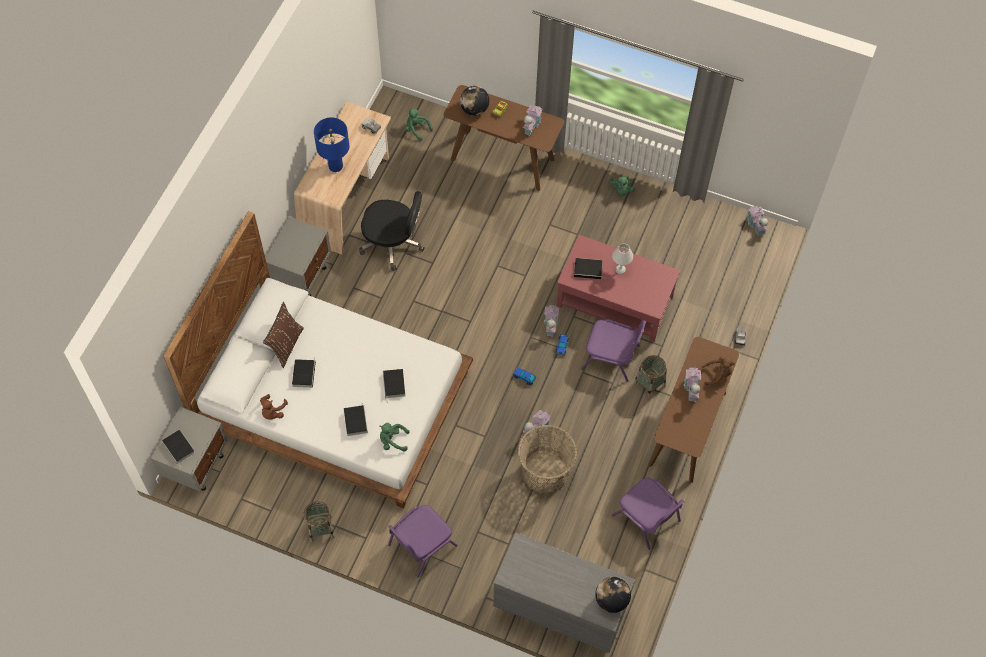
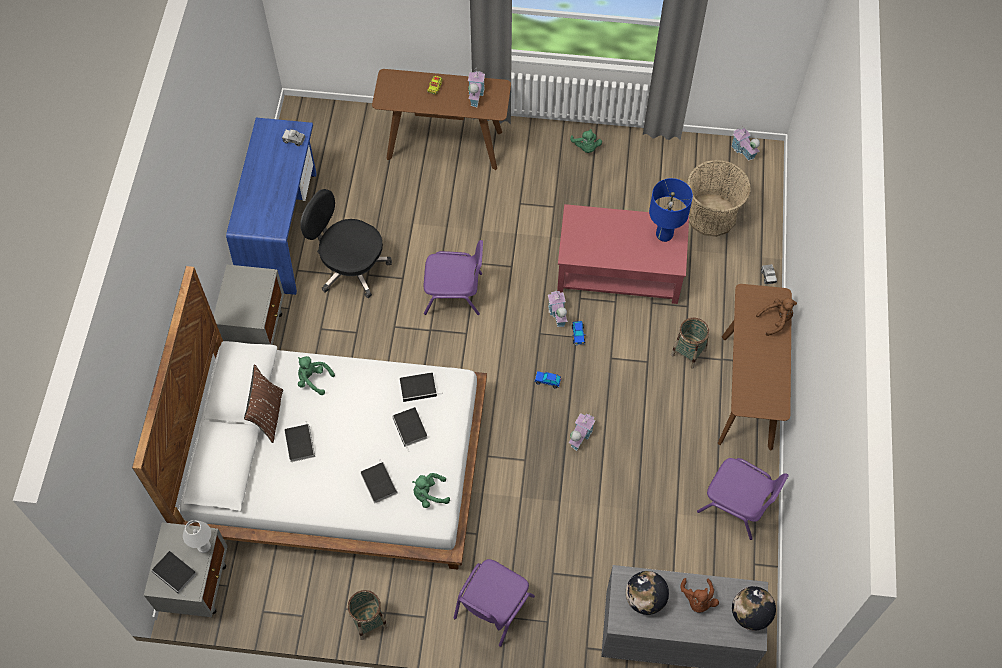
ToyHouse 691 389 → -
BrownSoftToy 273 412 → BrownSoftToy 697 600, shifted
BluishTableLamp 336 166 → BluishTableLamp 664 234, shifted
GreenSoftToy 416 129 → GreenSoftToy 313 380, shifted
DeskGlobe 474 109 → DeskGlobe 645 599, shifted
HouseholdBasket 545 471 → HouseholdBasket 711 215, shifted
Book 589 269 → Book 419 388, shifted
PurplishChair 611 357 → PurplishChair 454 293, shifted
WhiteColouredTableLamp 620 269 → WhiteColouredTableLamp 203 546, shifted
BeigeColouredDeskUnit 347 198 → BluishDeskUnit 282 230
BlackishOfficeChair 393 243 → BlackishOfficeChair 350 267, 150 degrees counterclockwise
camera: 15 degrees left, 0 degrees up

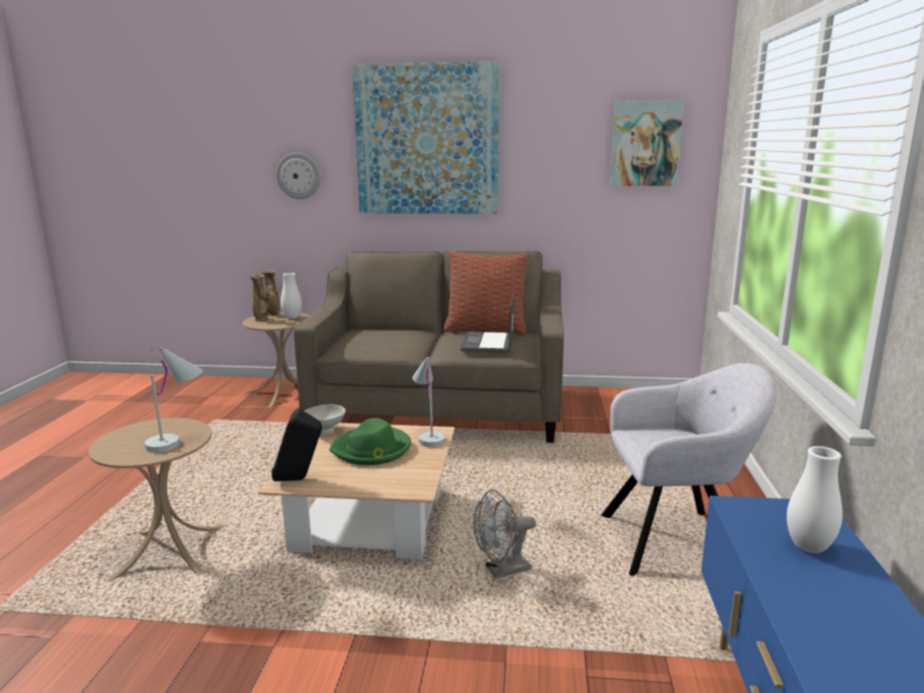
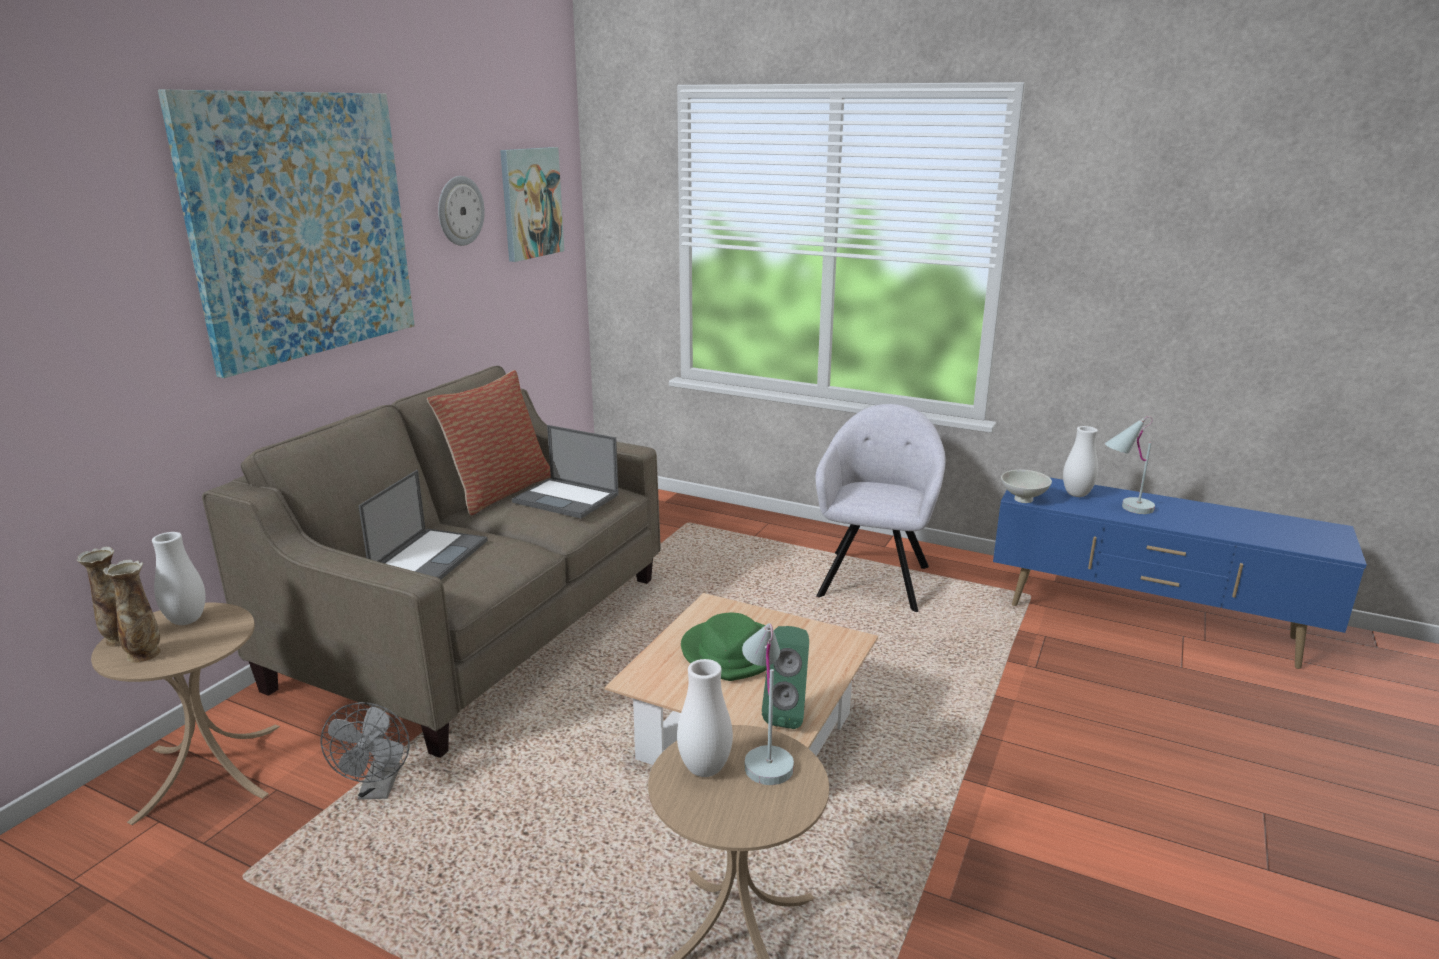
- → Laptop 430 555
- → WhiteColouredVase 704 769
WallClock 299 176 → WallClock 459 211, shifted
WhiteColouredServingBowl 324 431 → WhiteColouredServingBowl 1024 500, shifted
WhiteColouredTableLamp 428 436 → WhiteColouredTableLamp 1123 507, shifted
GreyishElectricFan 501 571 → GreyishElectricFan 378 790, shifted
BlackishLoudspeaker 299 479 → GreenLoudspeaker 787 714
camera: 70 degrees left, 5 degrees up

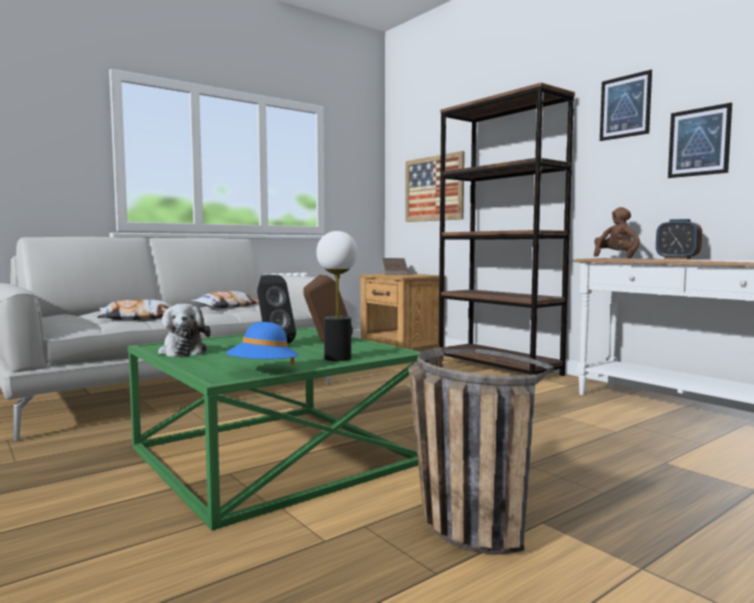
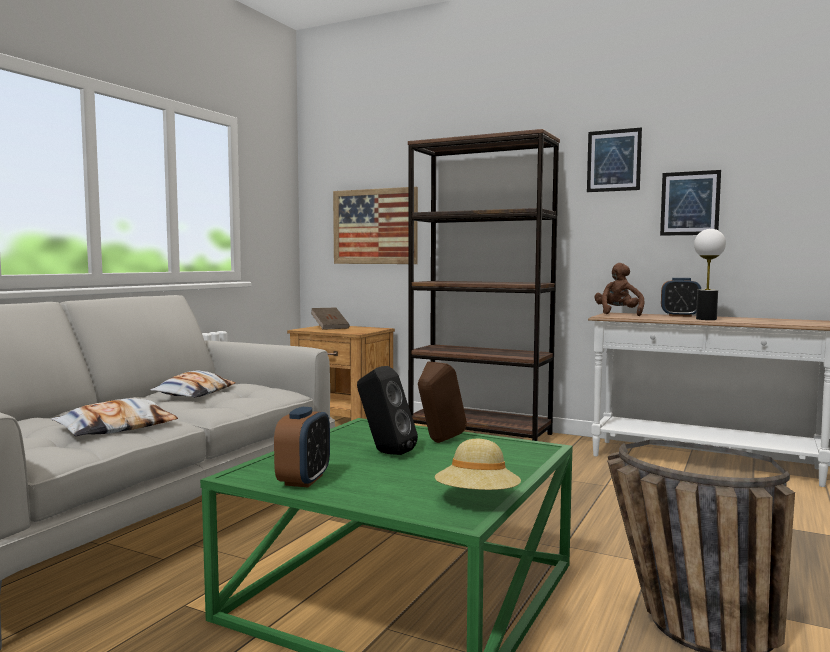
TableLamp 338 358 → TableLamp 706 319, shifted
SoftToy 183 351 → TableClock 304 480
BluishClothingHat 263 371 → BeigeColouredClothingHat 477 499
camera: 25 degrees left, 0 degrees up

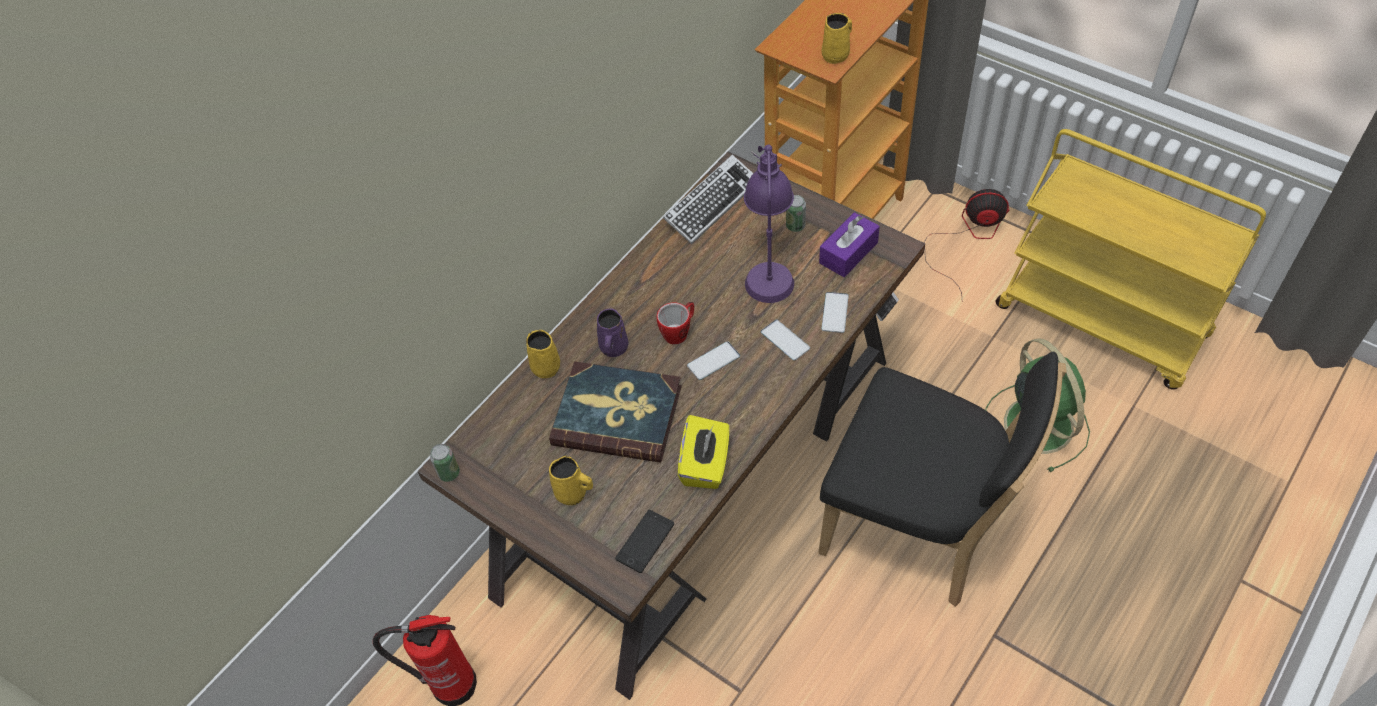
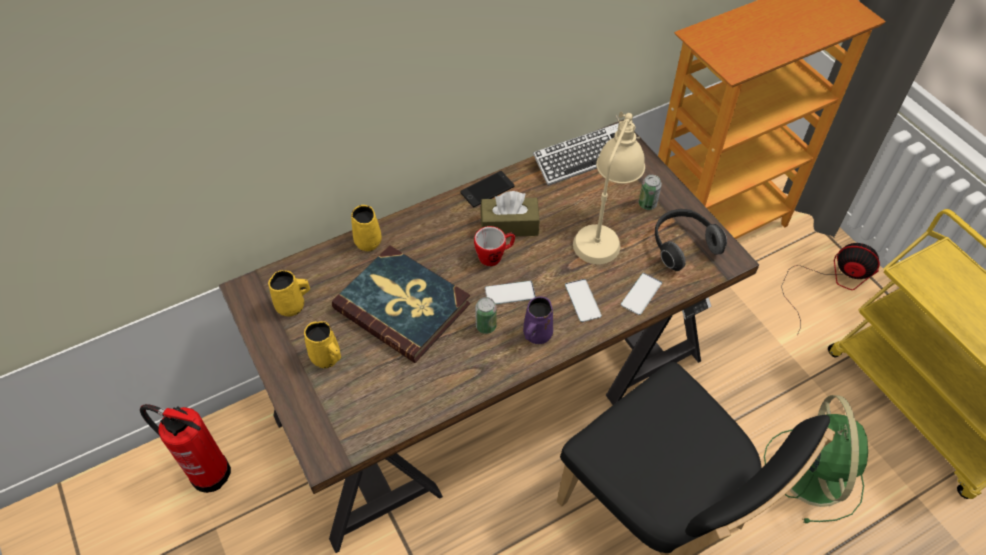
YellowBoxOfTissues 705 465 → -
- → BrownBoxOfTissues 509 225
Can 449 473 → Can 486 326, shifted
PurplishMug 613 348 → PurplishMug 536 335, shifted
Handset 645 541 → Handset 487 189, shifted
YellowMug 836 55 → YellowMug 292 306, shifted
PurplishBoxOfTissues 848 253 → PairOfHeadphones 682 246
PurplishTableLamp 768 266 → BeigeColouredTableLamp 603 230
camera: 20 degrees right, 0 degrees up

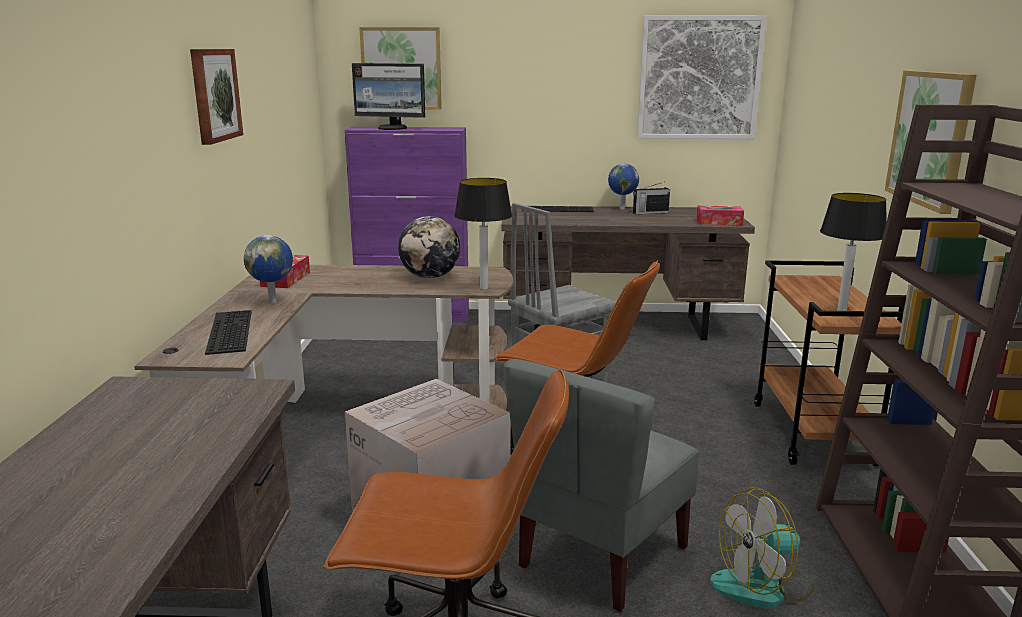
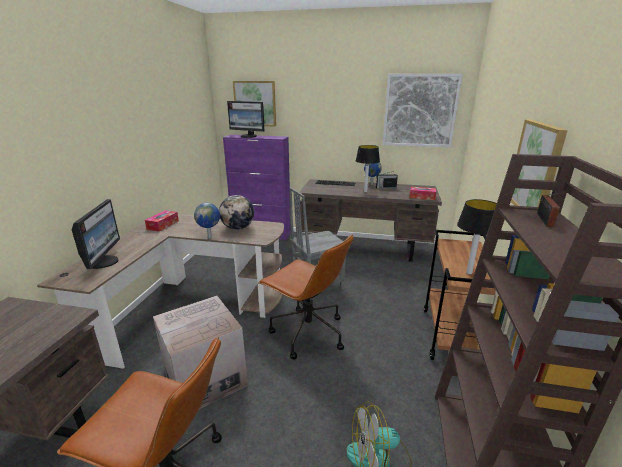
WallArt 214 95 → -
GreyishChair 600 556 → -
- → RadioSet 545 220
DeskGlobe 273 302 → DeskGlobe 210 237, shifted
TableLamp 483 288 → TableLamp 365 191, shifted
Keyboard 227 331 → ComputerScreen 104 262
camera: 10 degrees right, 5 degrees up

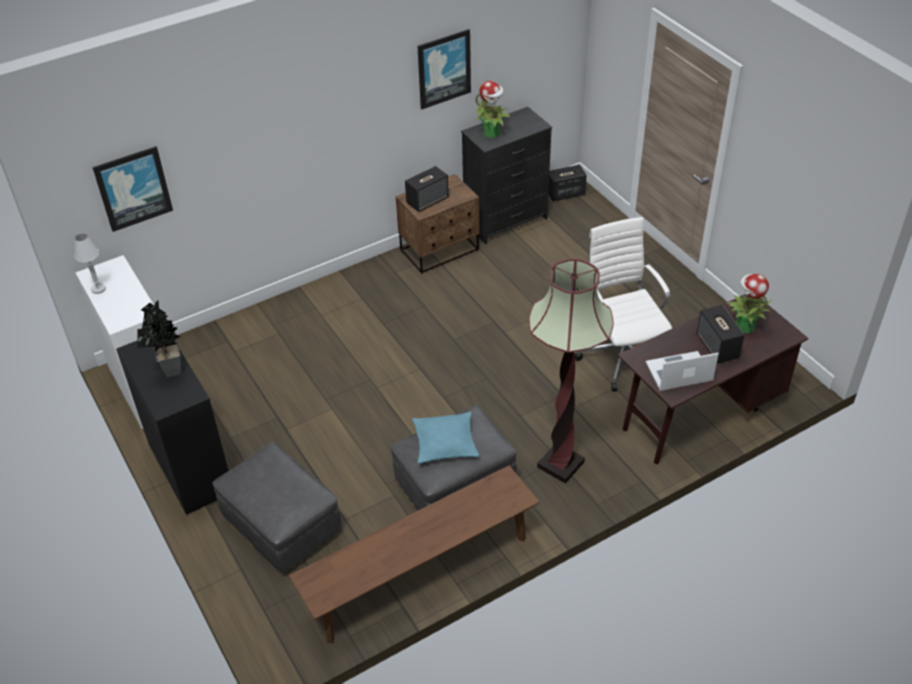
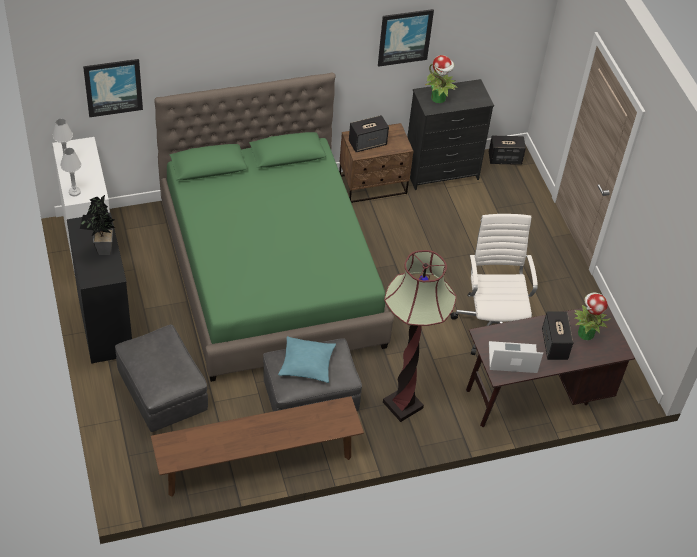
- → WhiteColouredTableLamp 74 192
- → GreenBedroomBed 271 273
camera: 10 degrees right, 5 degrees up

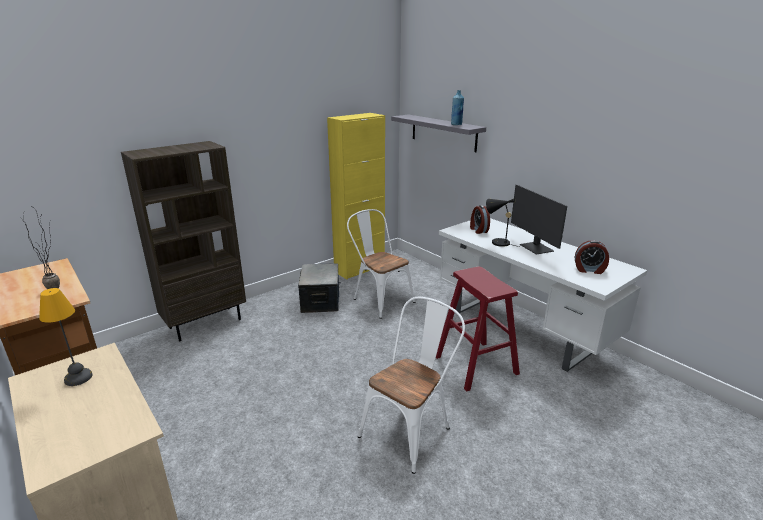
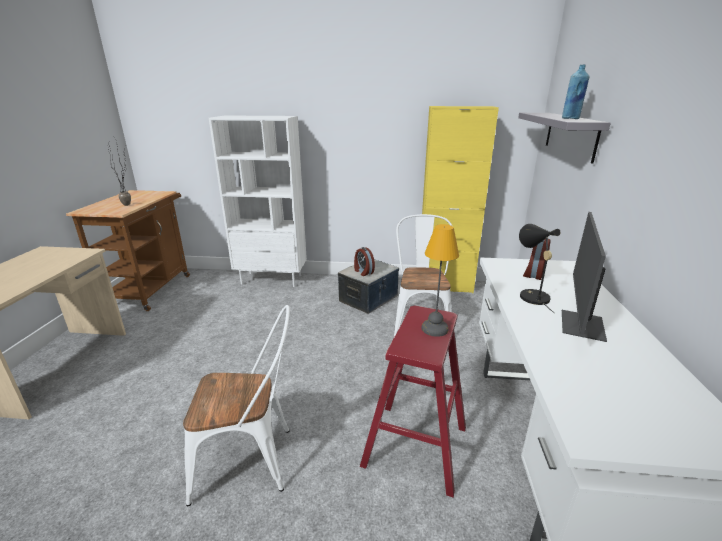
TableLamp 77 378 → TableLamp 433 329, shifted
TableClock 589 270 → TableClock 363 272, shifted
BrownBookcase 206 323 → WhiteColouredBookcase 272 279
camera: 45 degrees right, 0 degrees up

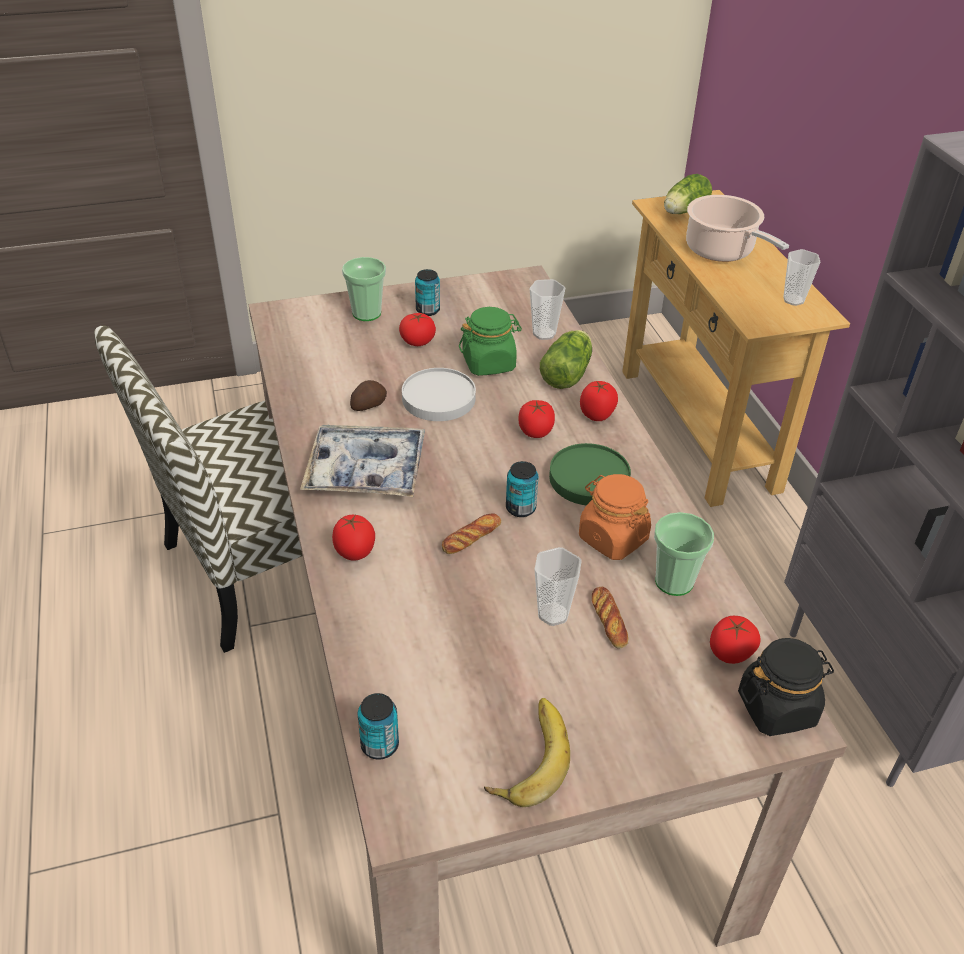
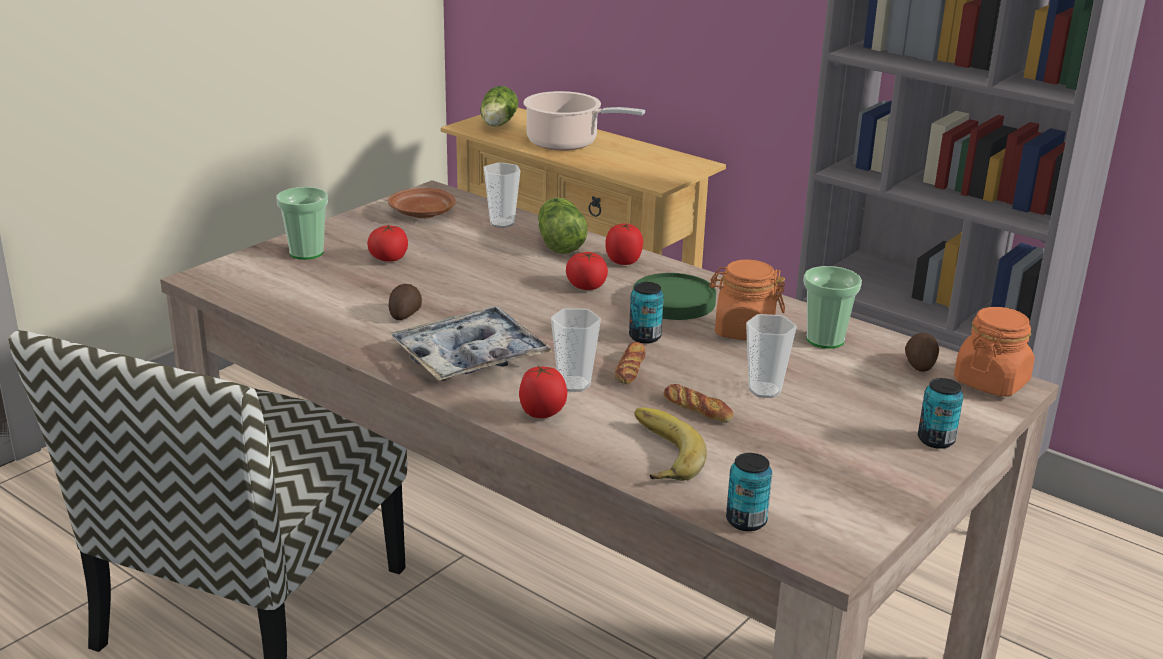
WhiteColouredDinnerPlate 439 398 → -
GreenJar 489 363 → -
- → BrownDinnerPlate 422 213
Can 427 310 → Can 936 440, shifted
WholeBanana 527 756 → WholeBanana 657 453, shifted
BakeryBread 609 620 → BakeryBread 697 409, shifted
SmallCup 793 300 → SmallCup 574 384, shifted
Tomato 730 652 → WholePotato 919 364
BlackishJar 777 708 → OrangeJar 991 382
camera: 35 degrees left, 15 degrees down

